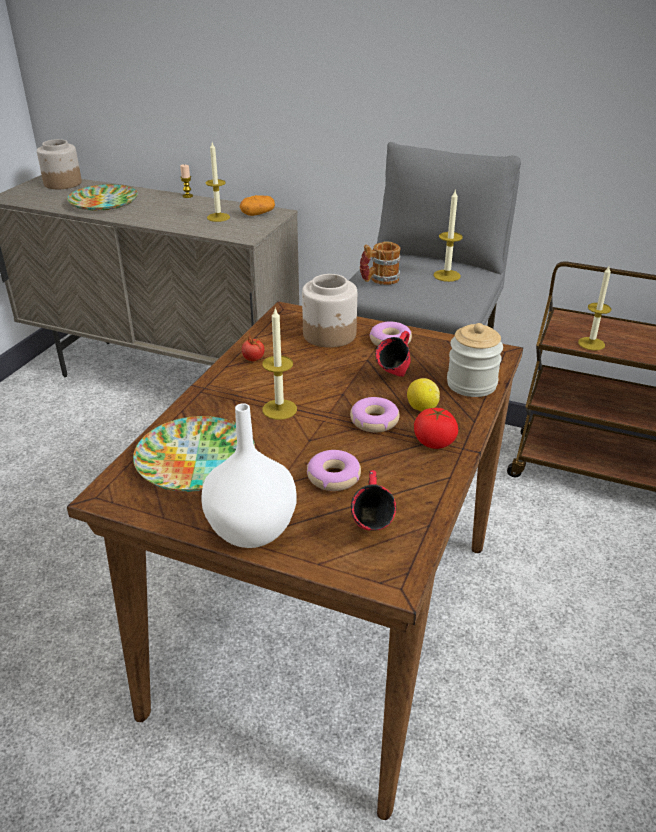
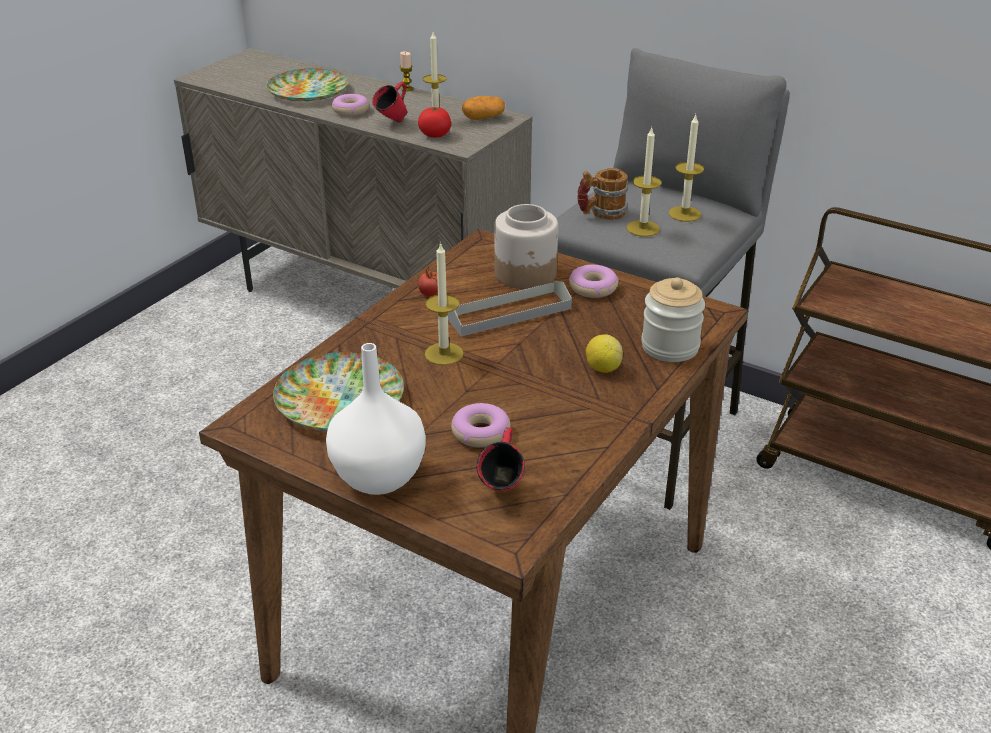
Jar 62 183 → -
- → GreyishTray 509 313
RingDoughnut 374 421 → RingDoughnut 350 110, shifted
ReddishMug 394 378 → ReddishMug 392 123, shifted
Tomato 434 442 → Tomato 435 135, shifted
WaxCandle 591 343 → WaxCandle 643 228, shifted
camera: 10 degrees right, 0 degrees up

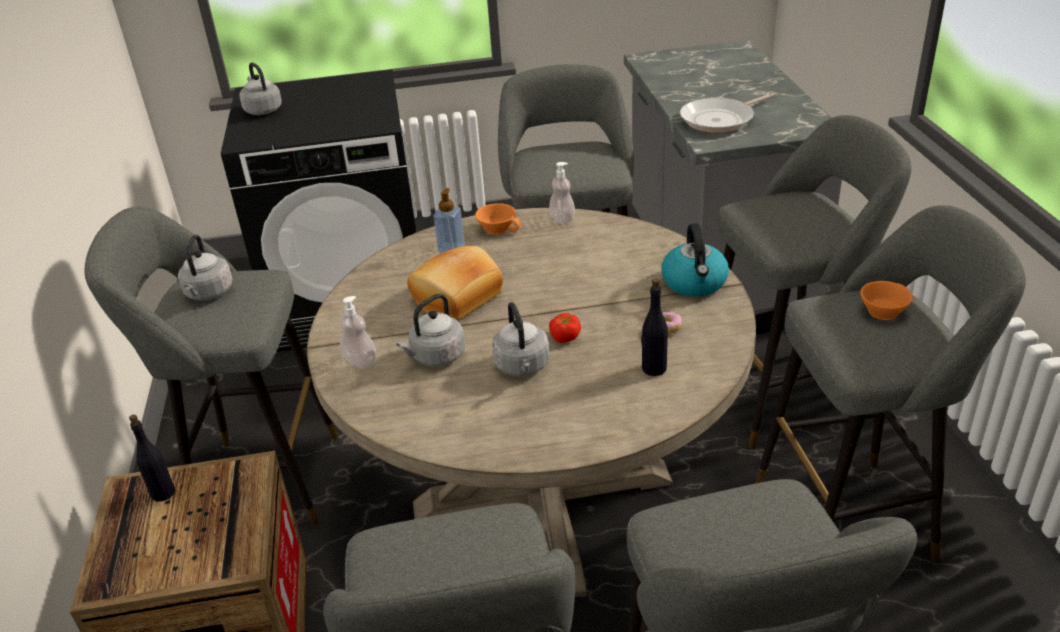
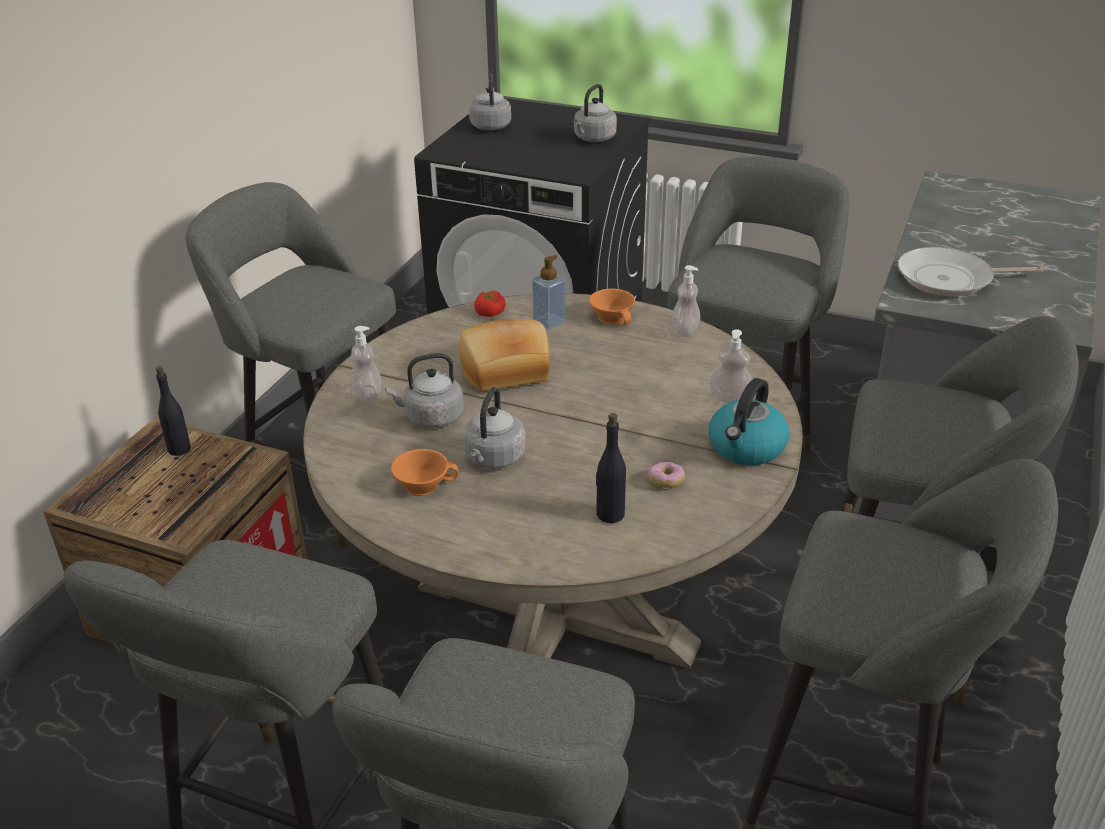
- → LiquidSoapBottle 730 398
GreyishWaterKettle 208 293 → GreyishWaterKettle 593 139, shifted
Tomato 564 337 → Tomato 489 312, shifted
OrangeSmallCup 882 310 → OrangeSmallCup 423 483, shifted
camera: 30 degrees right, 0 degrees up

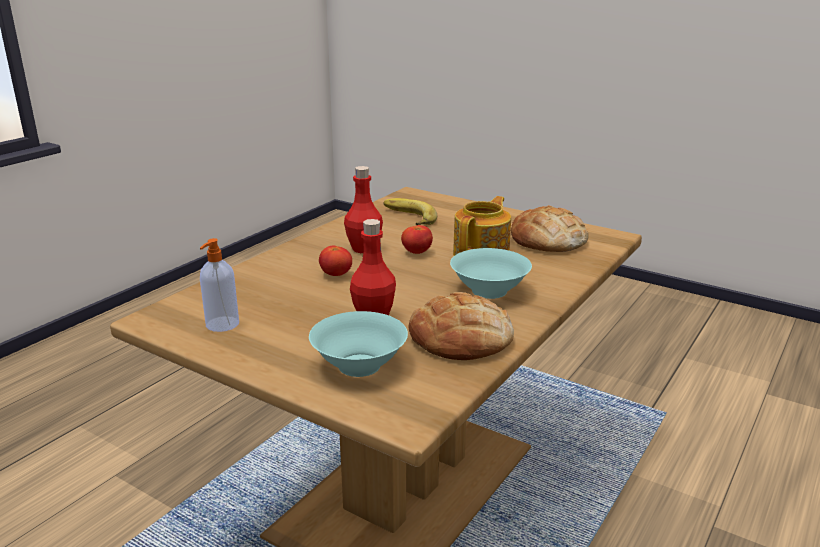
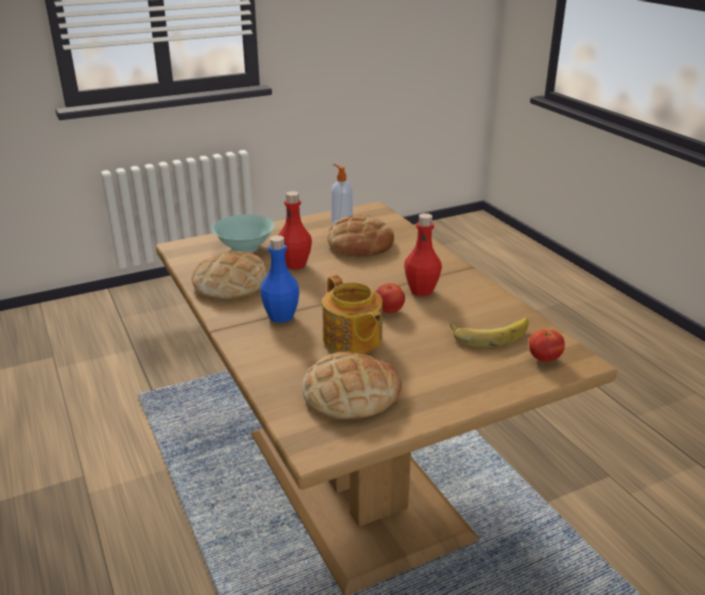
- → BakeryBread 360 244
Tomato 336 275 → Tomato 544 359, shifted
TurquoiseColouredServingBowl 488 290 → BluishDrinkBottle 281 316
camera: 120 degrees right, 5 degrees up

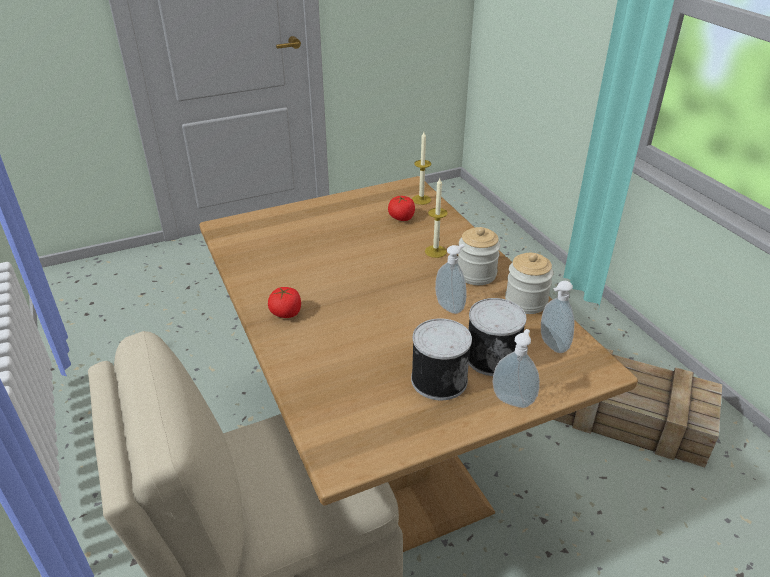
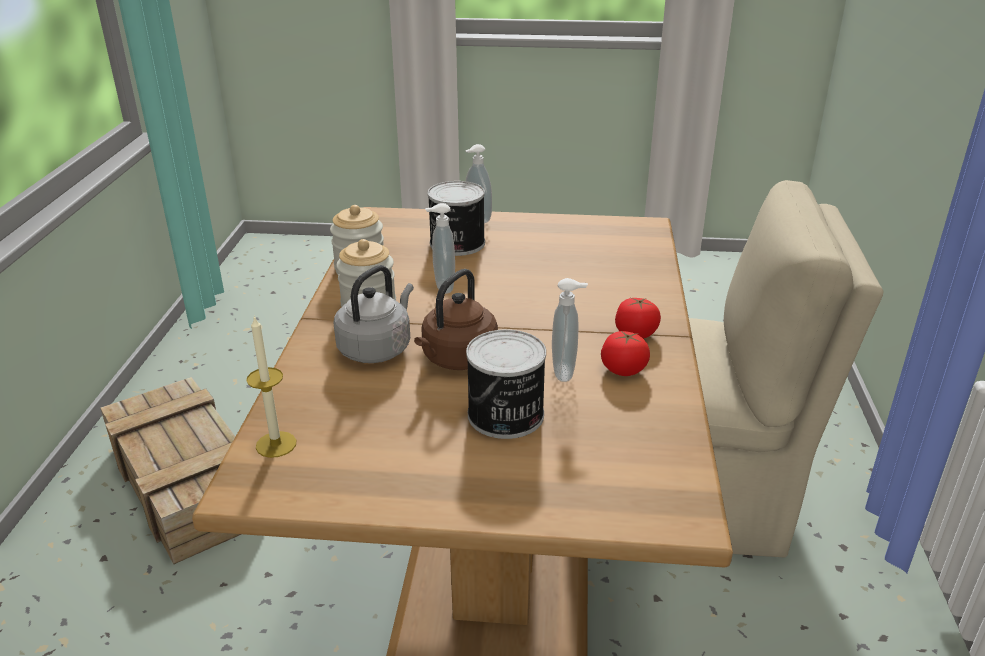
- → BrownWaterKettle 457 359
Tomato 401 218 → Tomato 623 369, shifted
Can 438 379 → Can 506 416, shifted
LiquidSoapBottle 551 346 → LiquidSoapBottle 566 372, shifted
WaxCandle 435 251 → GreyishWaterKettle 377 348
camera: 150 degrees left, 5 degrees down

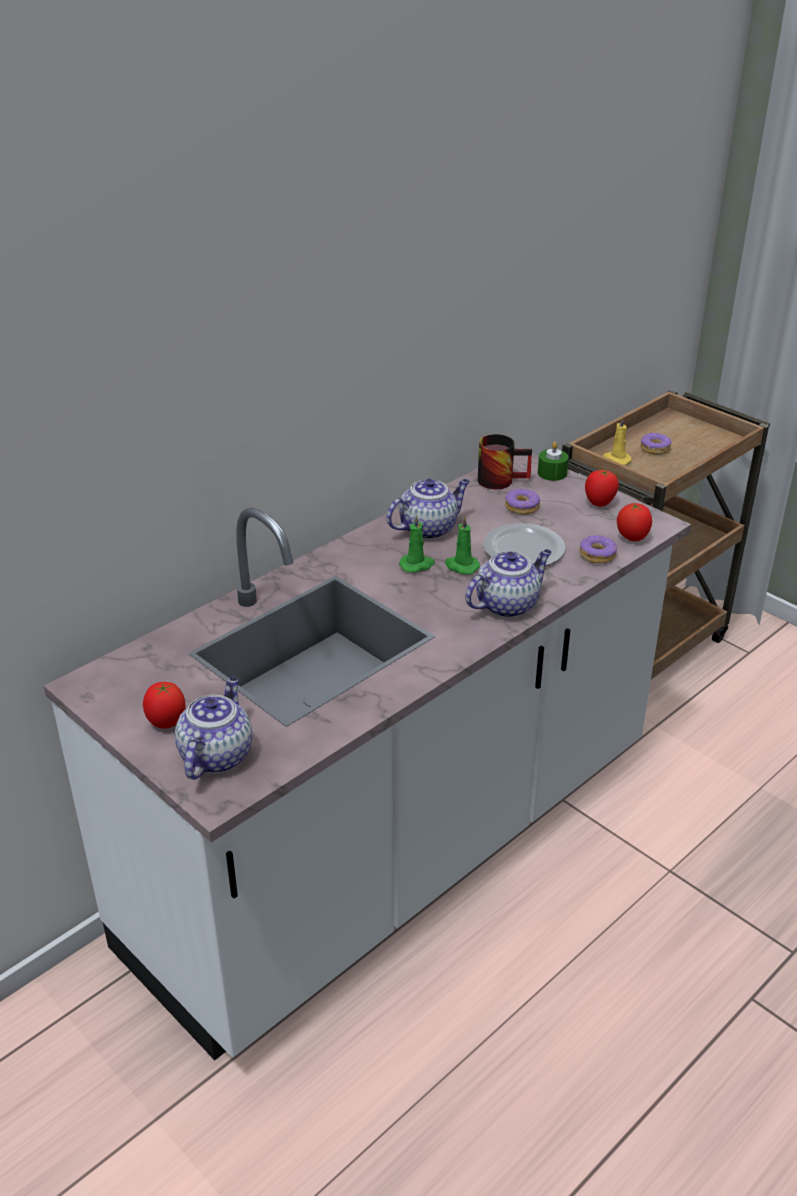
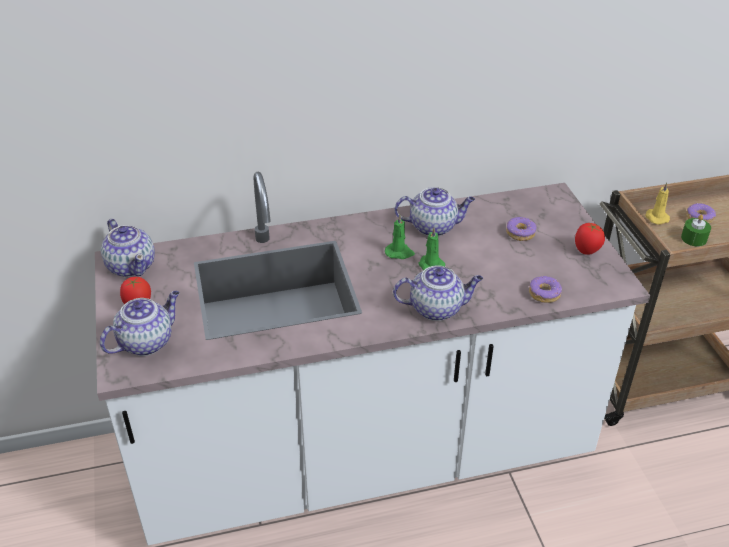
Mug 501 479 → -
DinnerPlate 523 548 → -
Tomato 632 538 → -
- → Teapot 131 266
GreenWaxCandle 552 473 → GreenWaxCandle 693 238, shifted
camera: 30 degrees right, 5 degrees up

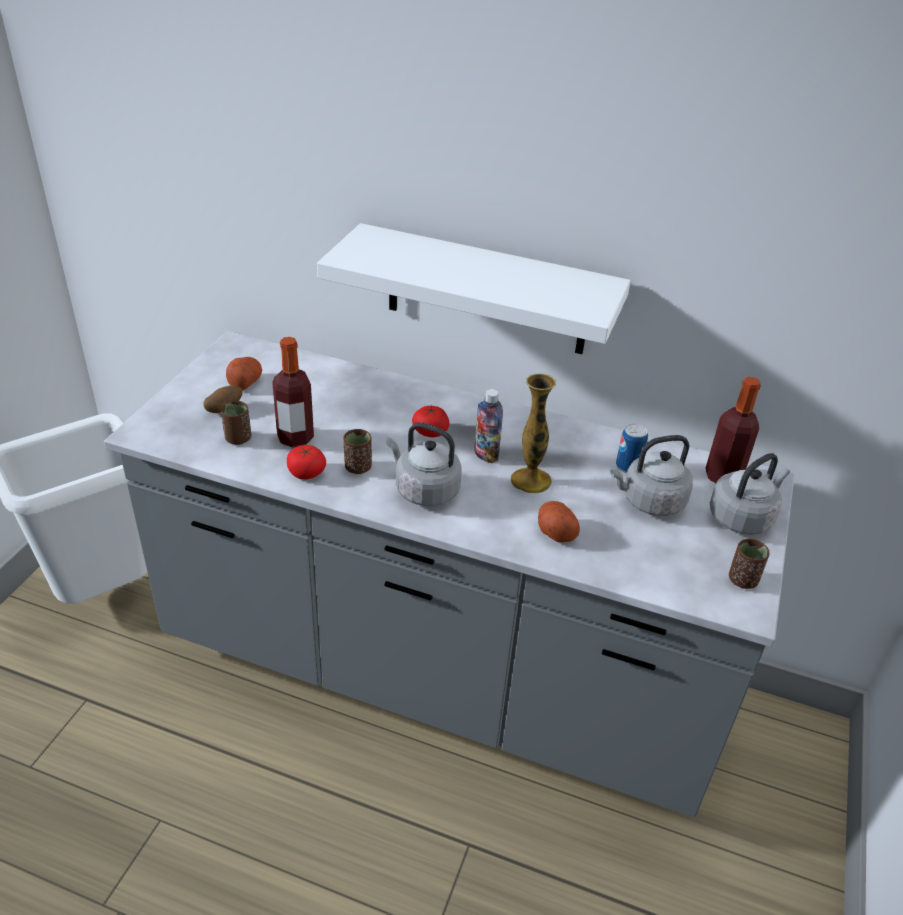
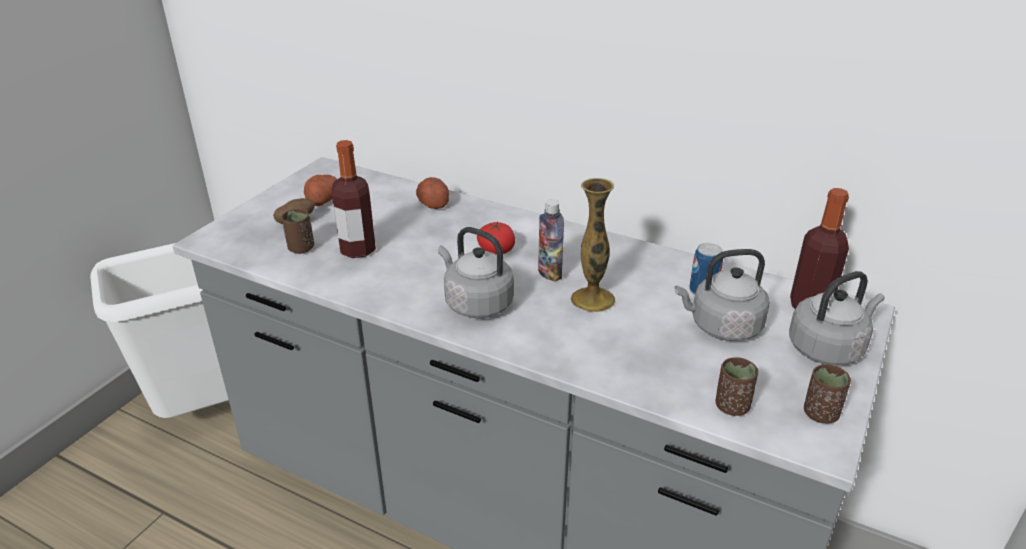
Tomato 306 472 → -
WhiteColouredWallShelf 487 291 → -
BrownSmallCup 358 467 → BrownSmallCup 732 406, shifted
WholePotato 555 531 → WholePotato 433 203, shifted
camera: 10 degrees right, 5 degrees down

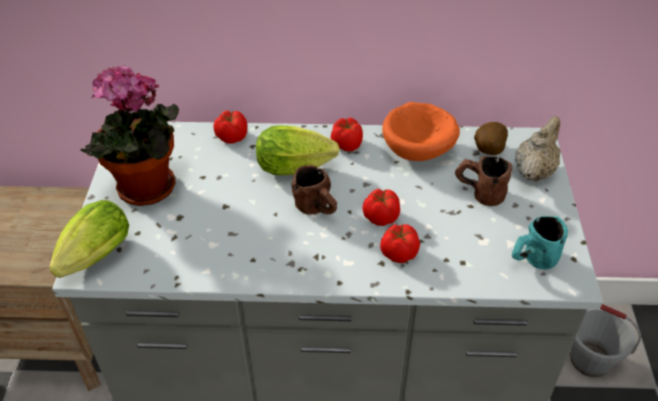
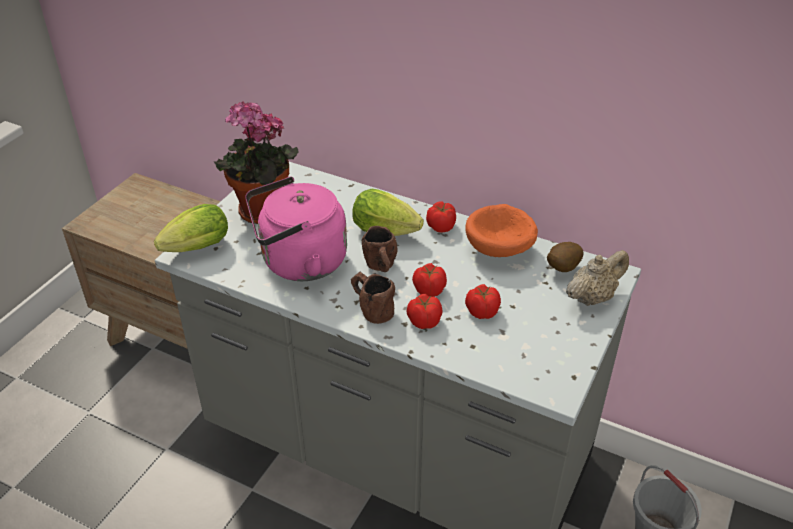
TurquoiseColouredMug 532 260 → -
- → PinkishWaterKettle 299 263
Tomato 231 137 → Tomato 481 311, shifted
BrownMug 478 193 → BrownMug 371 309, shifted
camera: 25 degrees right, 5 degrees down

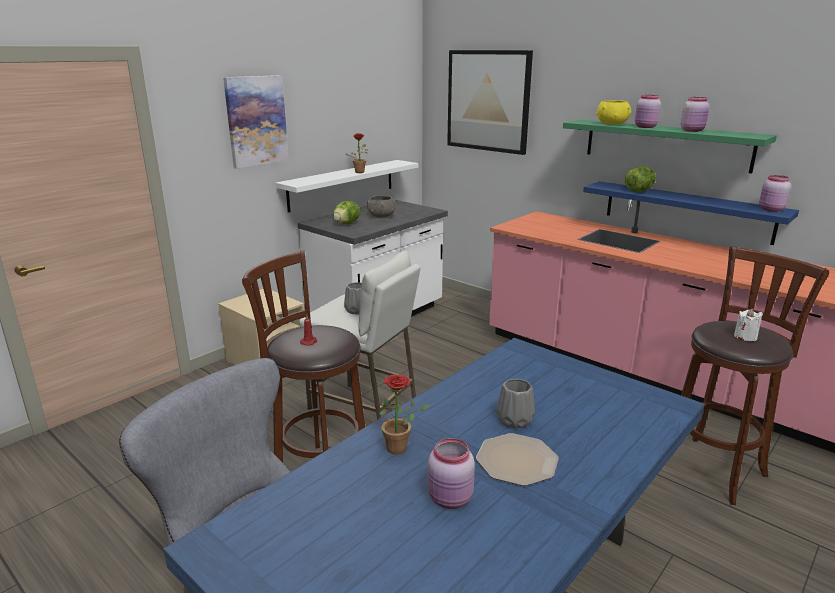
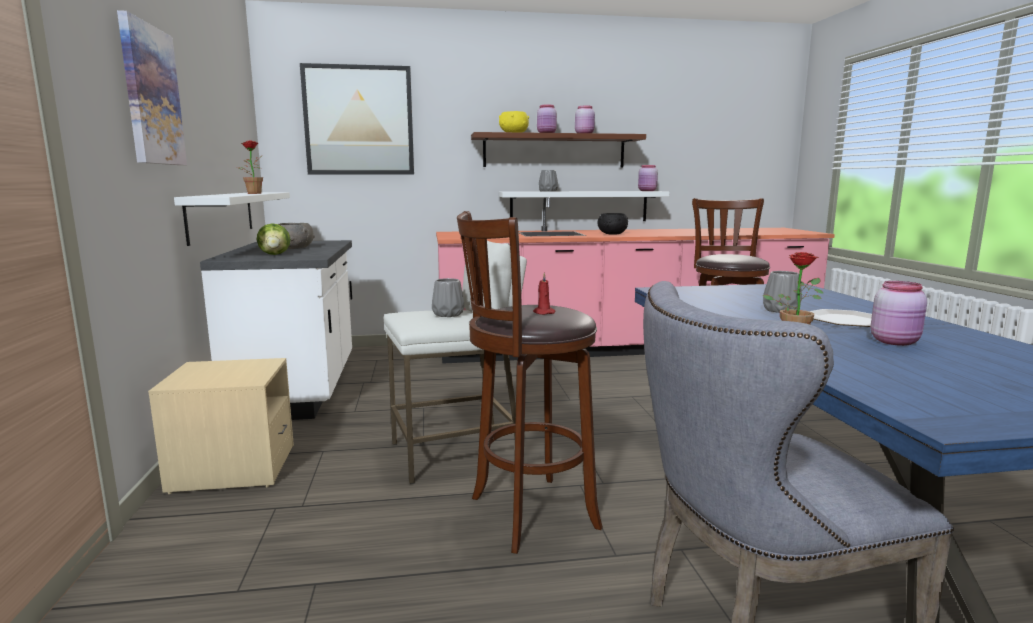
WhiteColouredWaxCandle 745 337 → -
- → BlackishServingBowl 612 234
HeadOfLettuce 639 191 → GreyishVase 547 191
GreenWallShelf 665 144 → BrownWallShelf 554 151
BluishWallShelf 686 211 → WhiteColouredWallShelf 579 206
camera: 50 degrees left, 10 degrees down

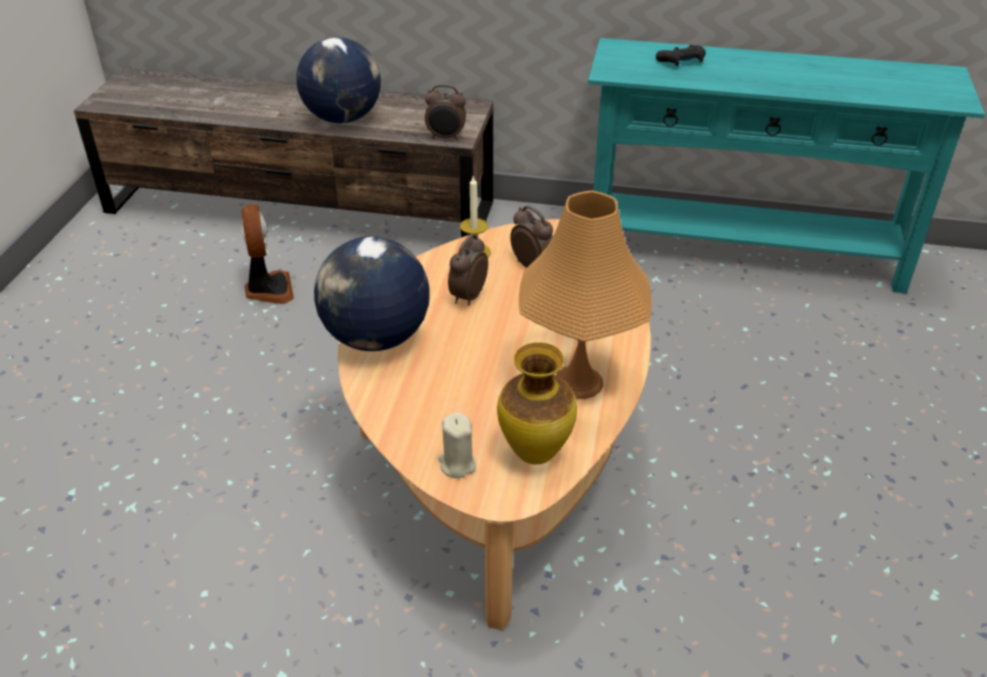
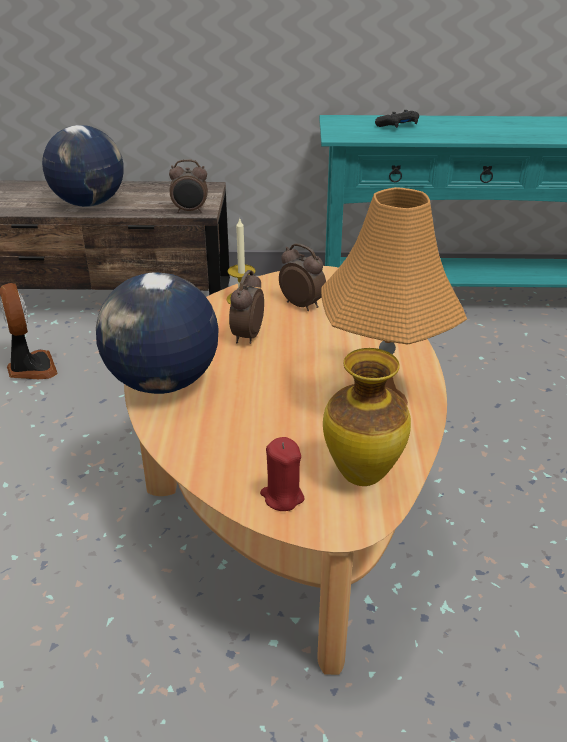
BeigeColouredWaxCandle 457 464 → ReddishWaxCandle 282 496
camera: 10 degrees left, 5 degrees down

